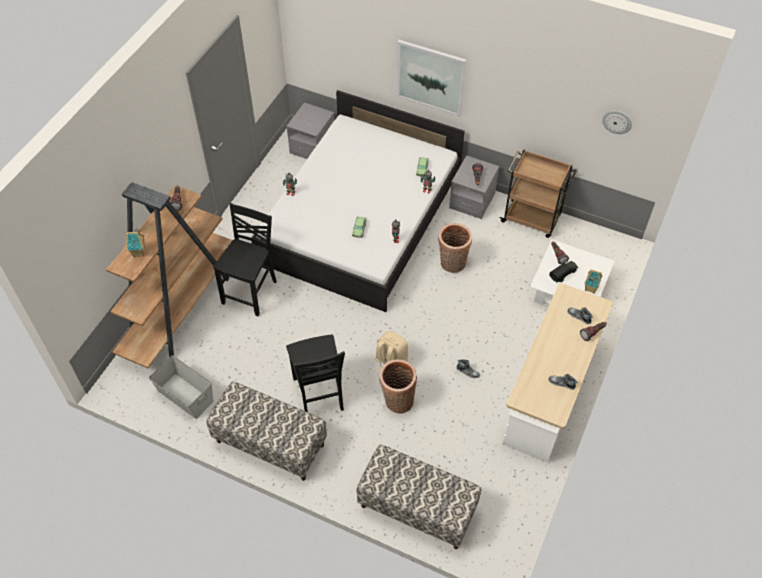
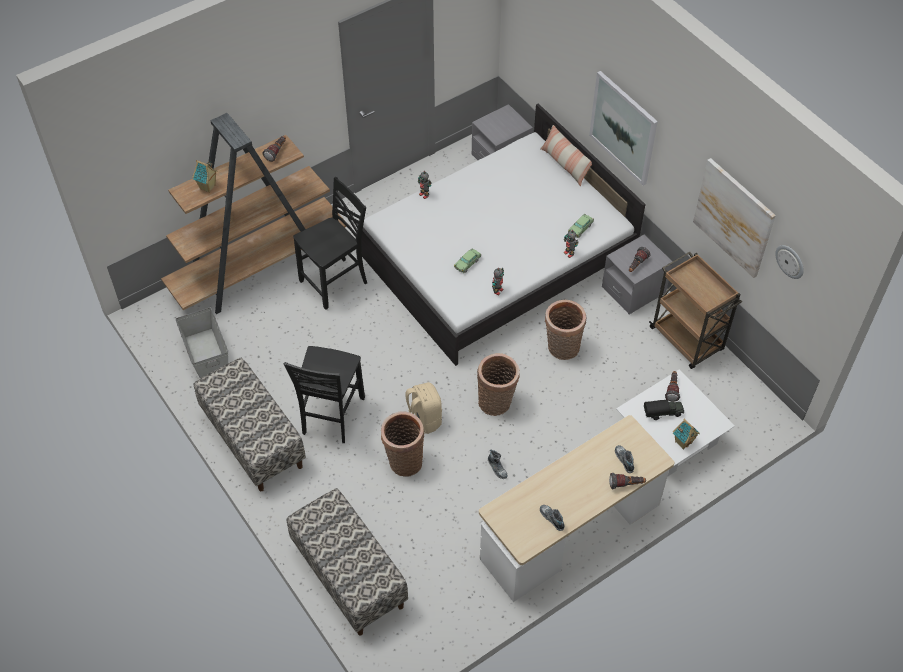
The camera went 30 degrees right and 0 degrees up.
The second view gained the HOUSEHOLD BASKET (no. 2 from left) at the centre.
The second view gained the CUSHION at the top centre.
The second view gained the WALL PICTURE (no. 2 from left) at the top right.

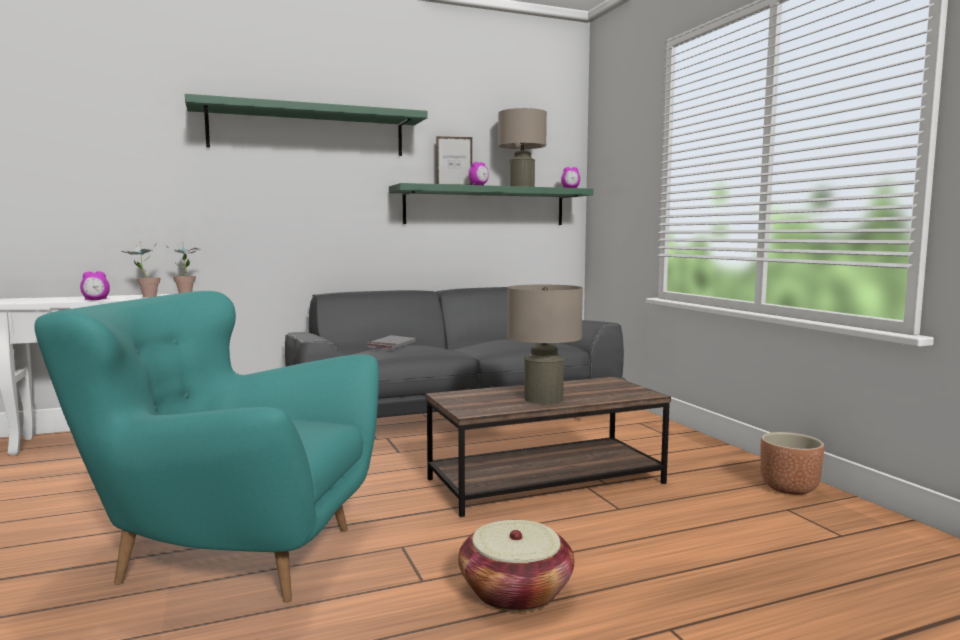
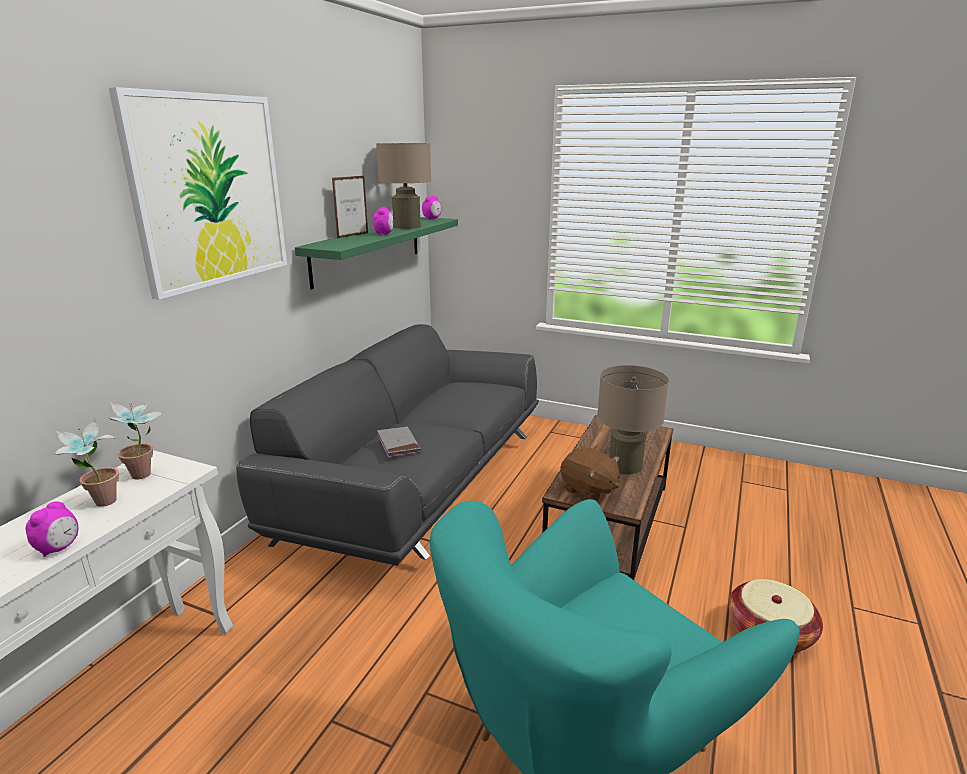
The camera went 45 degrees left and 15 degrees up.
Where the GREEN-COLOURED SHELF (no. 1 from left) hung at the top left, the WALL PICTURE came to hang at the top left.
The second view gained the BROWN-COLOURED PLUSH TOY at the centre.
The second view lost the BROWN-COLOURED PLANTER at the bottom right.

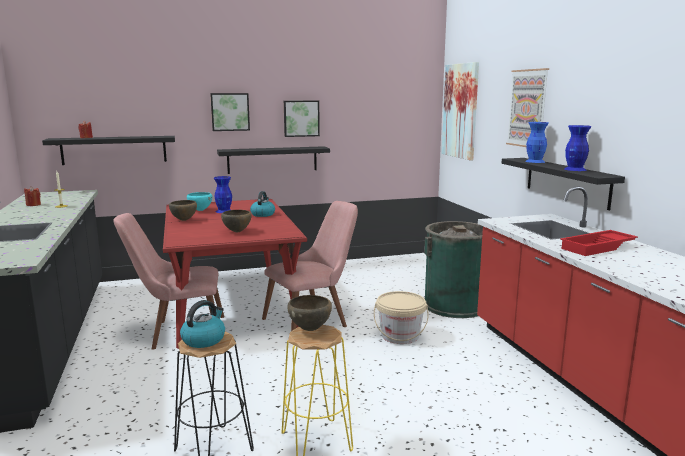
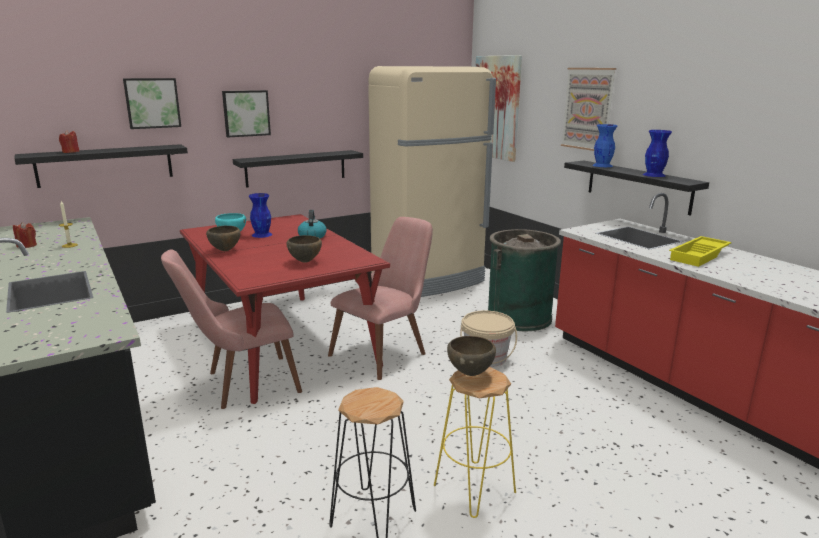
The camera went 15 degrees left and 5 degrees up.
The WALL PICTURE (no. 2 from left in the first image) ended up elsewhere, having gone from the top centre to the top left.
The second view gained the BEIGE KITCHEN FRIDGE at the centre.
What was the RED SERVING TRAY at the middle right turned into the YELLOWISH SERVING TRAY at the middle right.
The second view lost the KETTLE (no. 1 from left) at the bottom left.

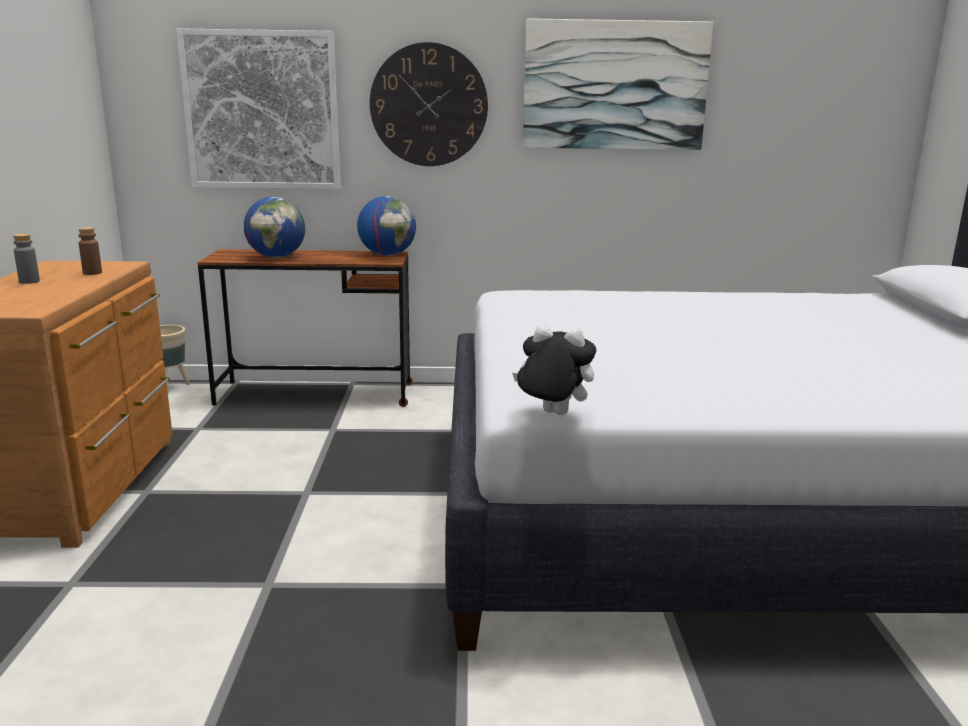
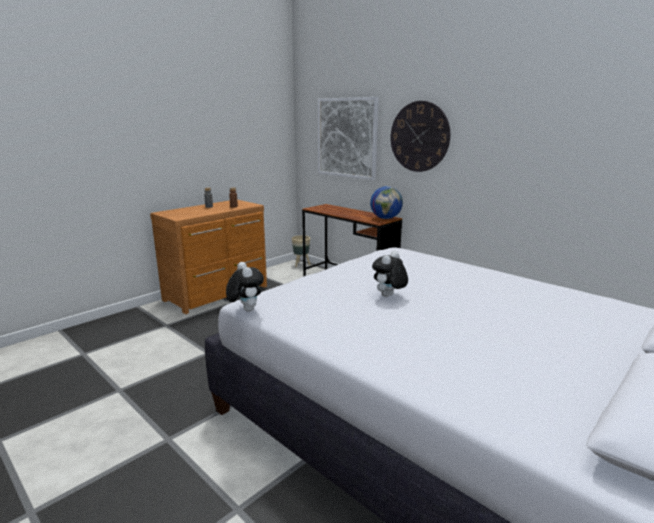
The camera went 45 degrees right and 0 degrees up.
The second view gained the PLUSH TOY (no. 2 from left) at the centre.
The second view lost the DESK GLOBE (no. 1 from left) at the top left.
The second view lost the WALL PICTURE (no. 2 from left) at the top centre.

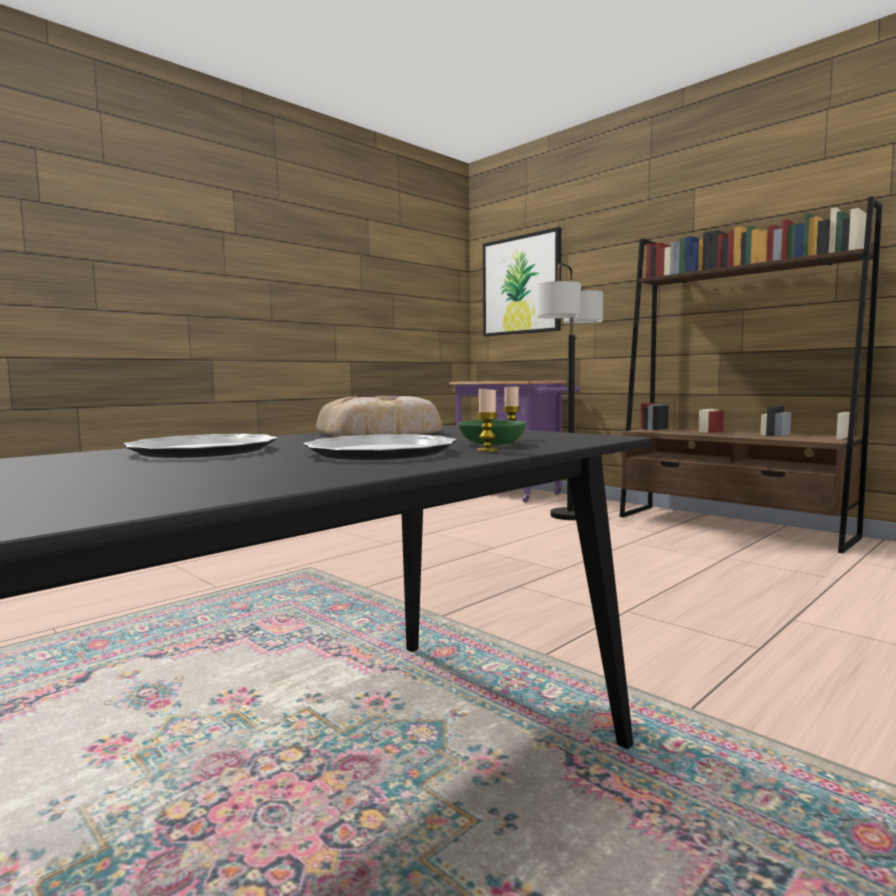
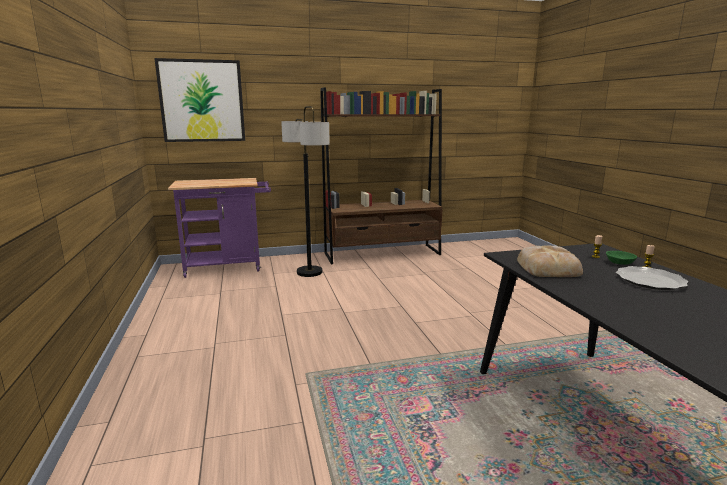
The camera went 60 degrees left and 10 degrees up.
The second view lost the PLATE (no. 1 from left) at the middle left.

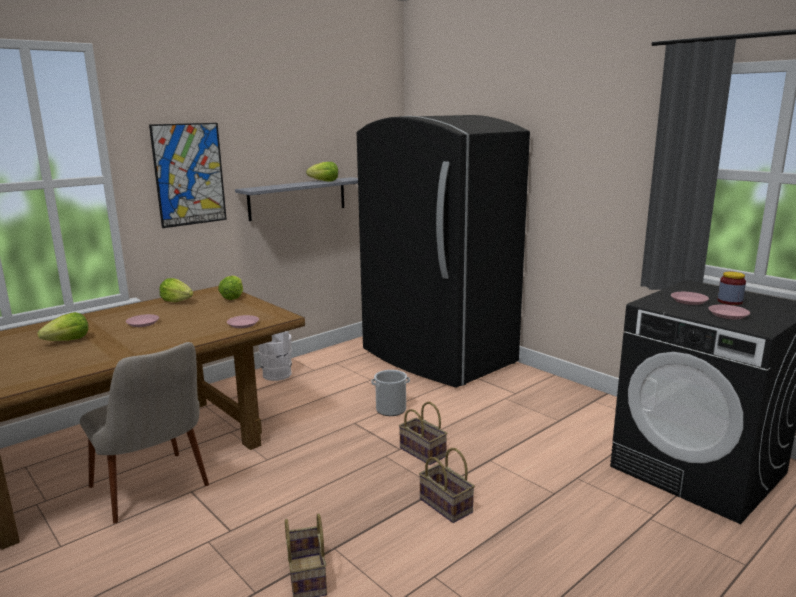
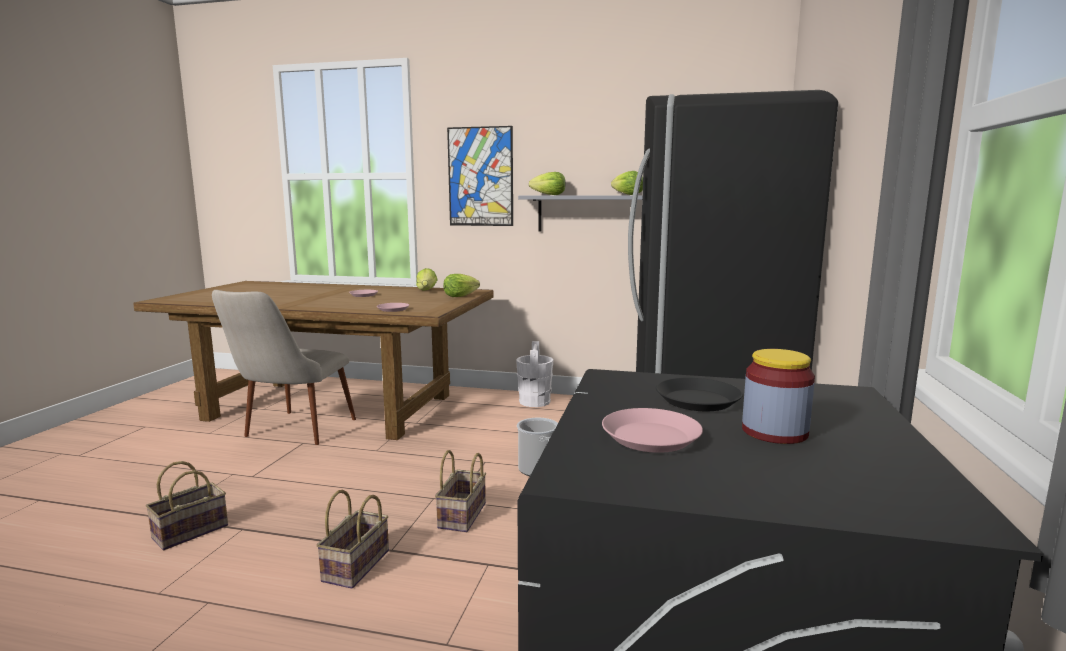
The camera went 55 degrees right and 5 degrees down.
The HEAD OF LETTUCE (no. 1 from left in the first image) ended up elsewhere, having gone from the middle left to the top centre.
What was the PINK-COLOURED PLATE (no. 3 from left) at the middle right turned into the BLACK-COLOURED PLATE at the centre.

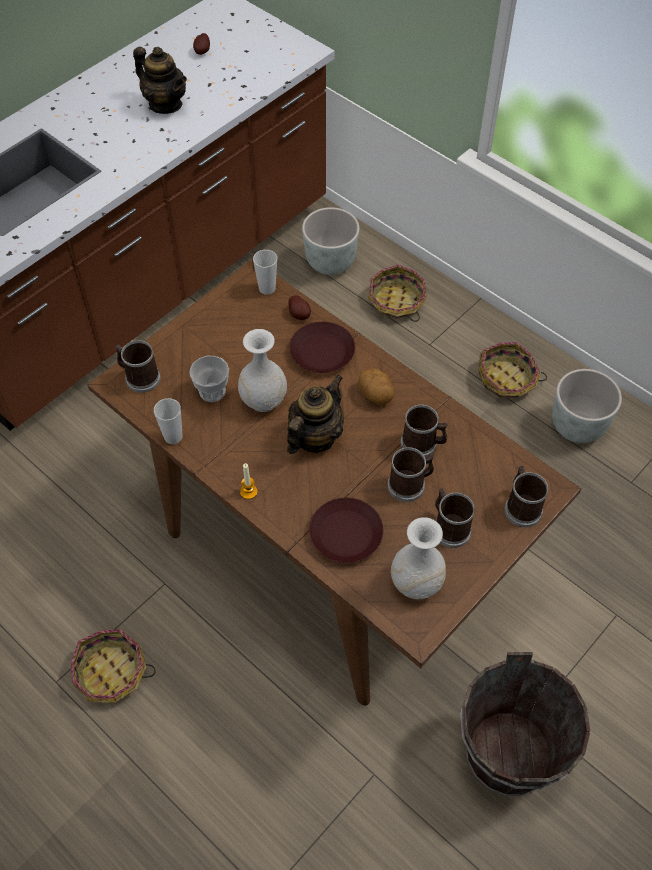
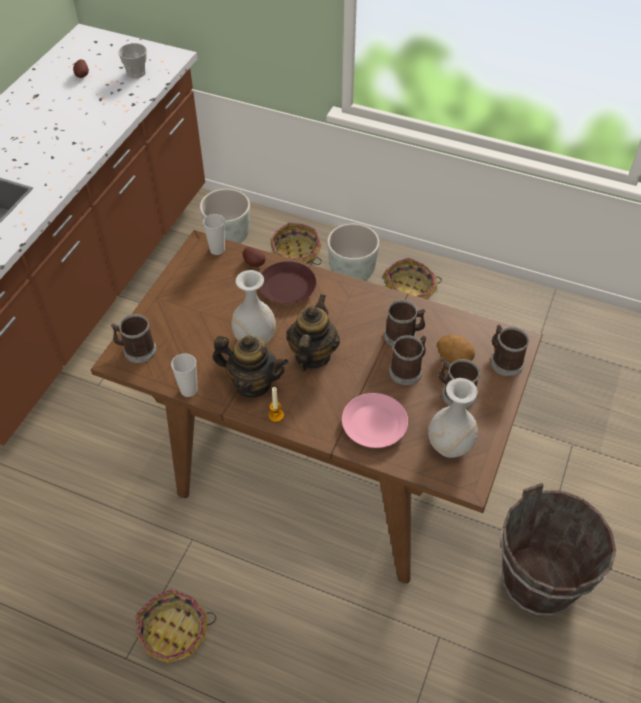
The camera went 20 degrees left and 5 degrees down.
The SMALL CUP (no. 2 from left in the first image) ended up elsewhere, having gone from the middle left to the top left.
The TEAPOT (no. 1 from left) ended up elsewhere, having gone from the top left to the centre.
The GREY PLANTER (no. 2 from left) ended up elsewhere, having gone from the middle right to the centre.
What was the BROWN-COLOURED PLATE (no. 2 from left) at the centre turned into the PINK-COLOURED PLATE at the centre.
The WHOLE POTATO (no. 3 from left) ended up elsewhere, having gone from the centre to the middle right.

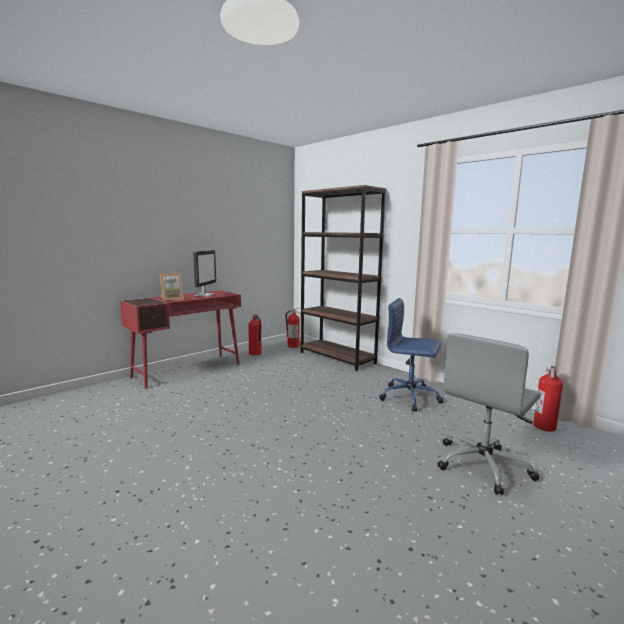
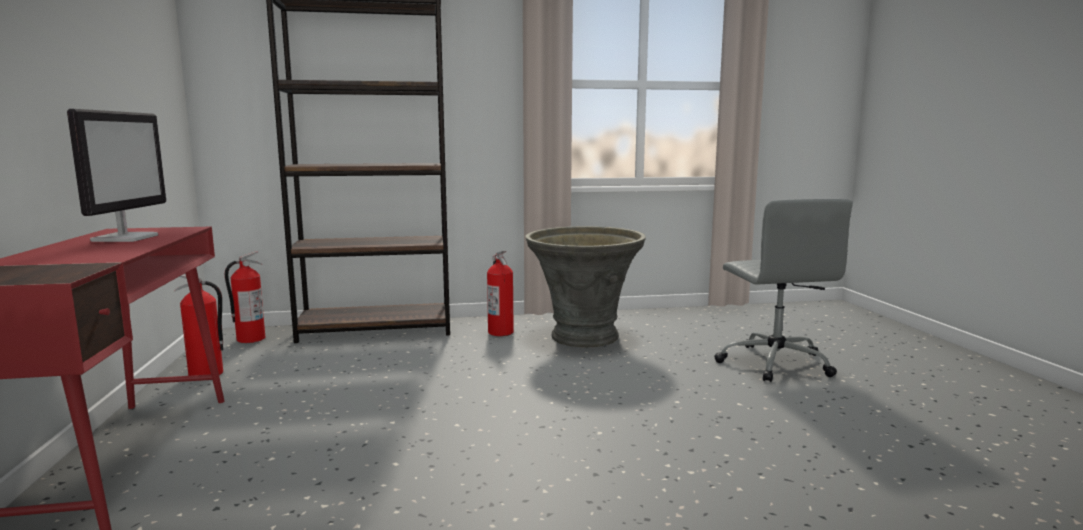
The camera went 55 degrees left and 0 degrees up.
The COMPUTER DISPLAY at the middle left ended up facing another way, 45 degrees clockwise from before.
The FIRE-FIGHTING CYLINDER (no. 3 from left) ended up elsewhere, having gone from the middle right to the centre.
Where the BLUISH COMPUTER CHAIR stood at the centre, the GREY PLANTER came to stand at the centre.
The second view lost the PHOTO FRAME at the middle left.

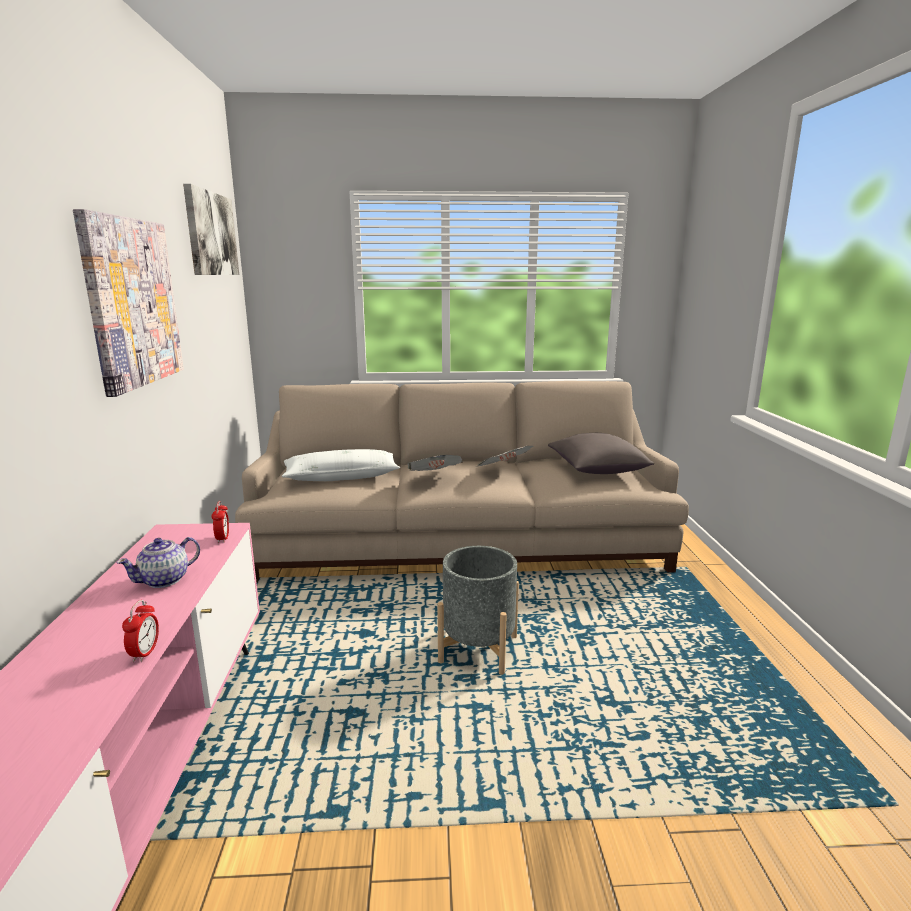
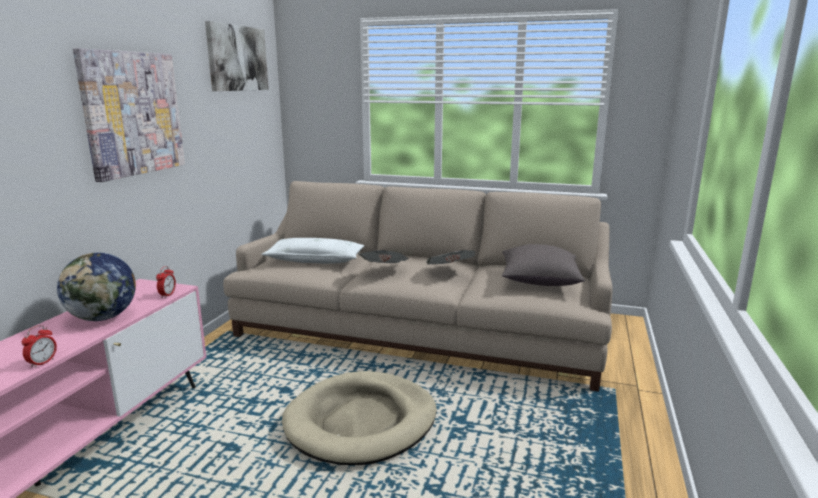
The camera went 20 degrees right and 0 degrees up.
Where the TEAPOT stood at the middle left, the DESK GLOBE came to stand at the middle left.
Where the GREY PLANTER stood at the bottom centre, the BEIGE DOG CUSHION came to stand at the bottom centre.

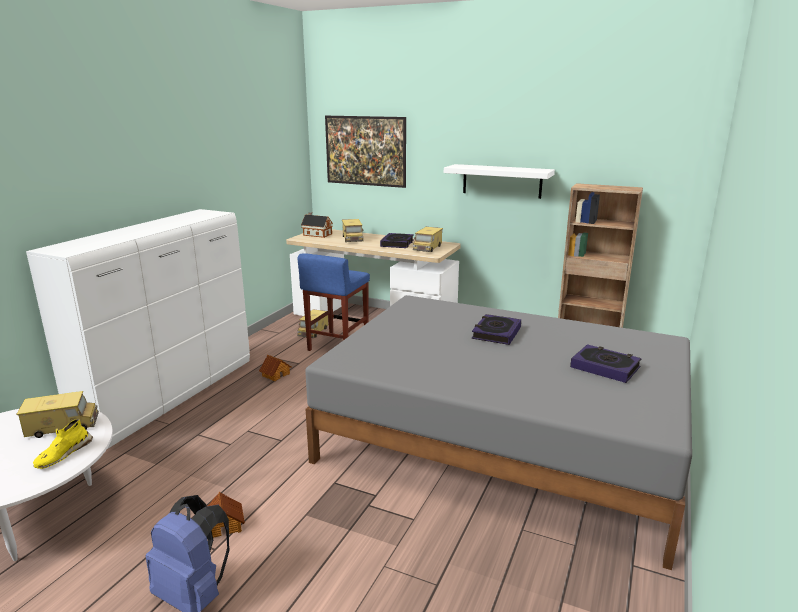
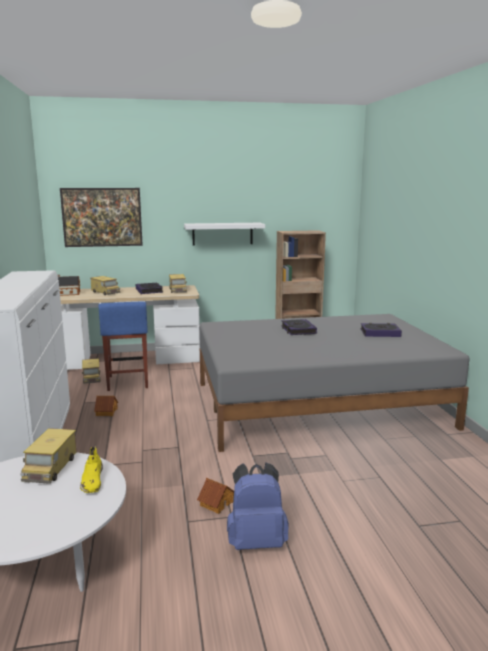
The camera went 35 degrees left and 5 degrees down.
The MODEL TRUCK (no. 1 from left) at the bottom left ended up facing another way, 150 degrees clockwise from before.

